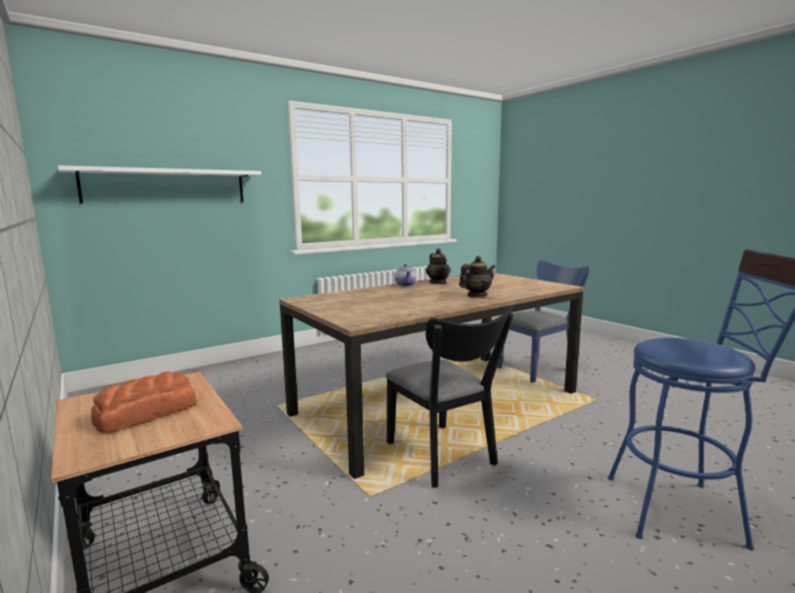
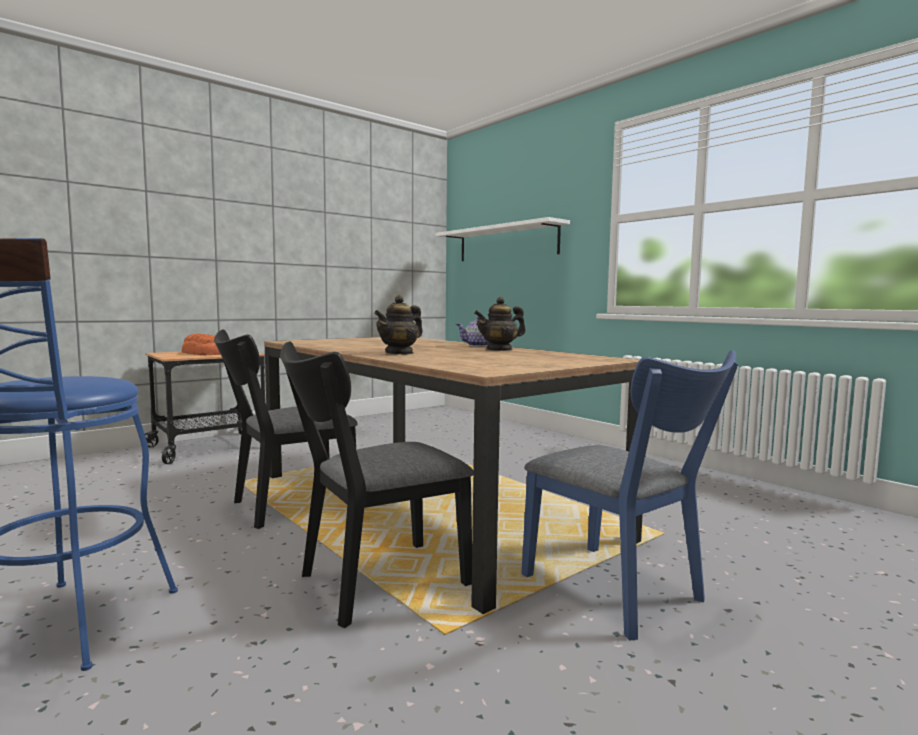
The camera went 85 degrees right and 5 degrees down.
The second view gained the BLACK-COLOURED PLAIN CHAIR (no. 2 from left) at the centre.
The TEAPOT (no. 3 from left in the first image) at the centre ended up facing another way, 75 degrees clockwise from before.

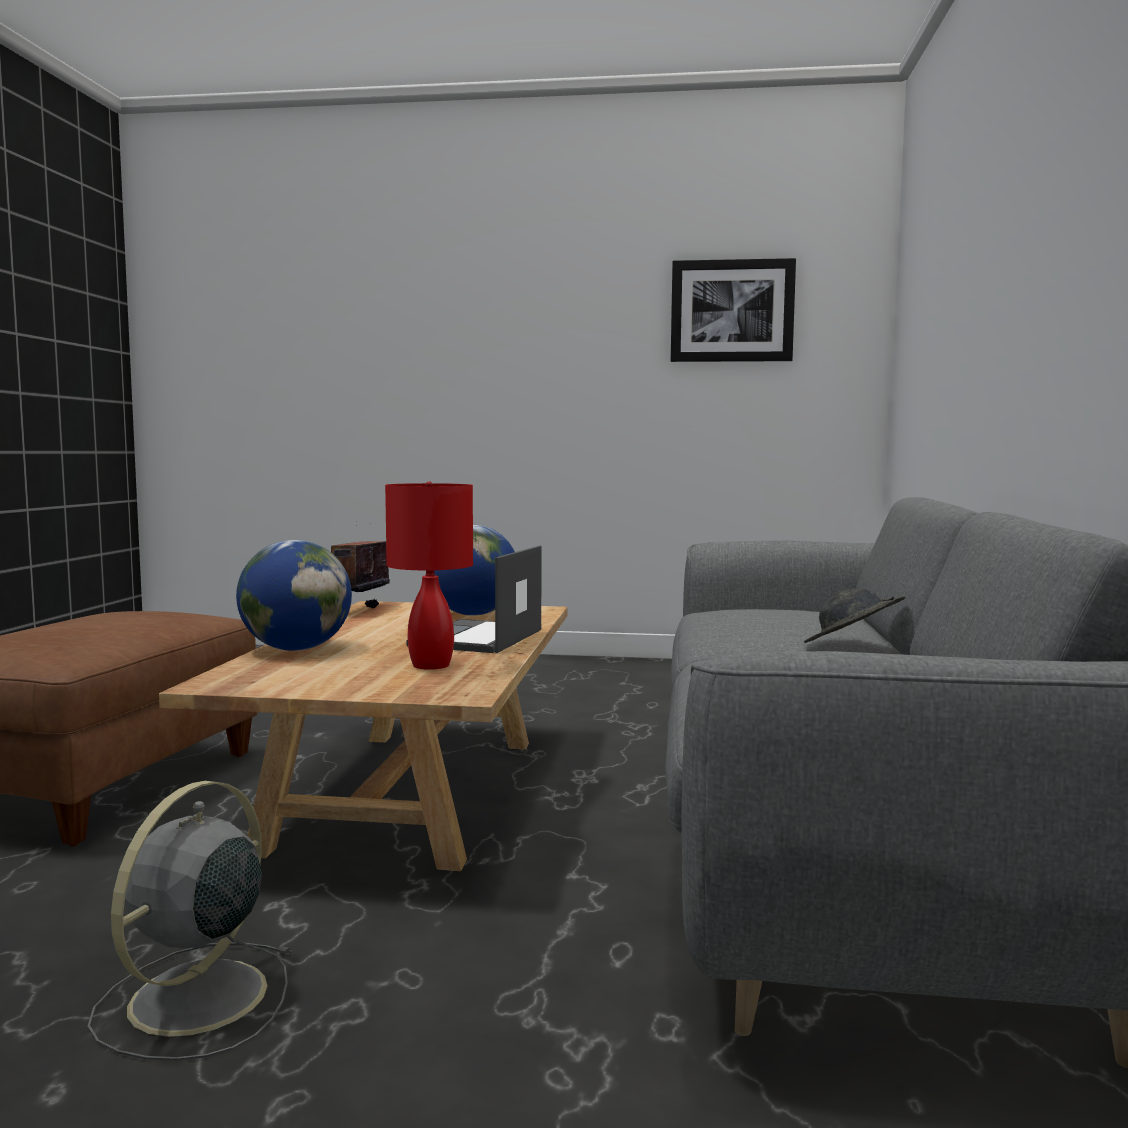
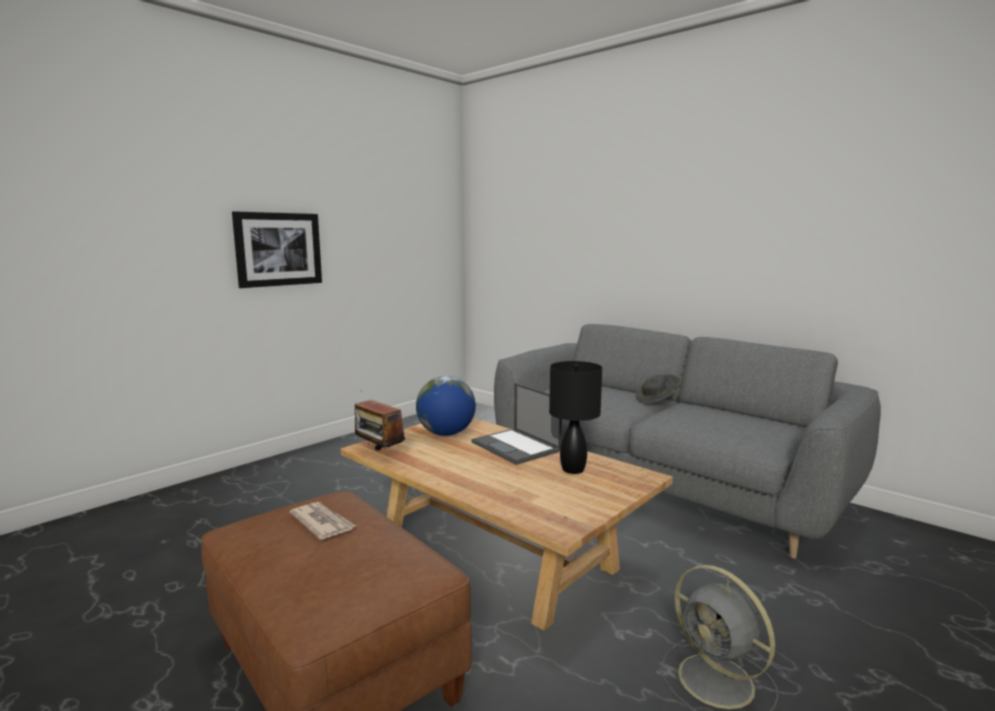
The camera went 55 degrees left and 5 degrees up.
The WALL PICTURE ended up elsewhere, having gone from the top centre to the middle left.
The second view gained the PRINTED PAPER at the bottom left.
What was the RED TABLE LAMP at the centre turned into the BLACK-COLOURED TABLE LAMP at the centre.
The second view lost the DESK GLOBE (no. 1 from left) at the middle left.

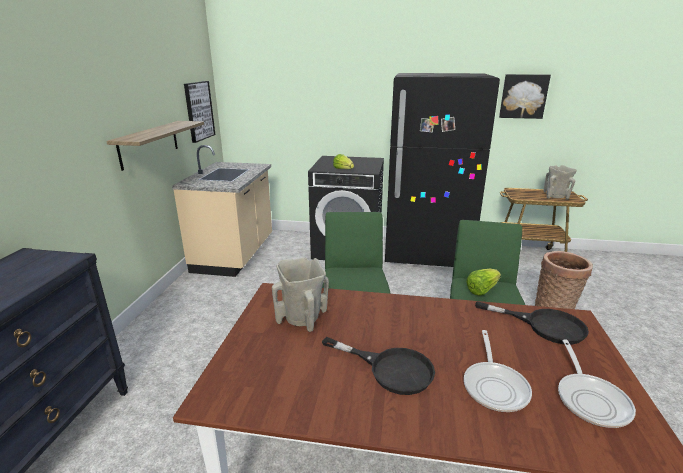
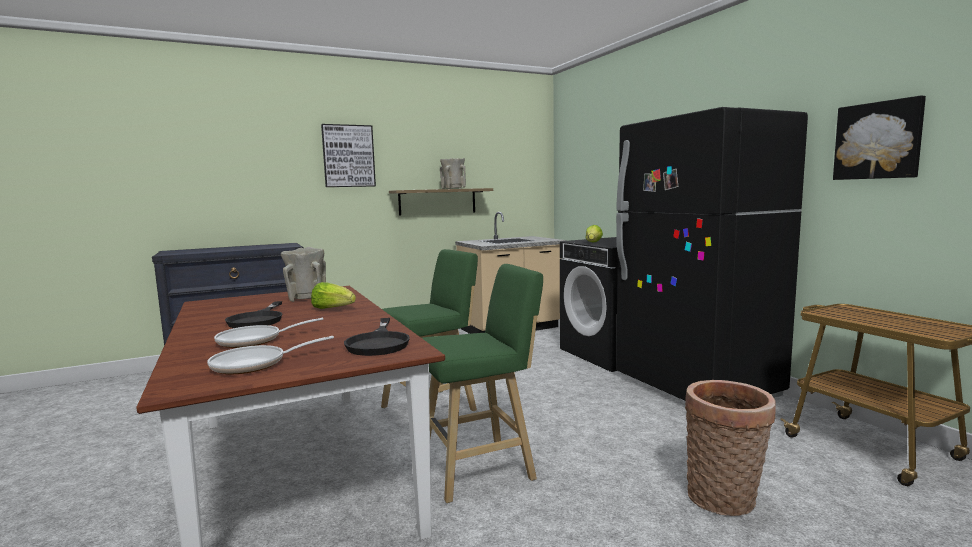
The camera went 55 degrees right and 15 degrees down.
The HEAD OF LETTUCE (no. 2 from left in the first image) ended up elsewhere, having gone from the middle right to the centre.
The WALL PICTURE (no. 1 from left) ended up elsewhere, having gone from the top left to the top centre.
The BEIGE VASE (no. 2 from left) ended up elsewhere, having gone from the middle right to the top centre.

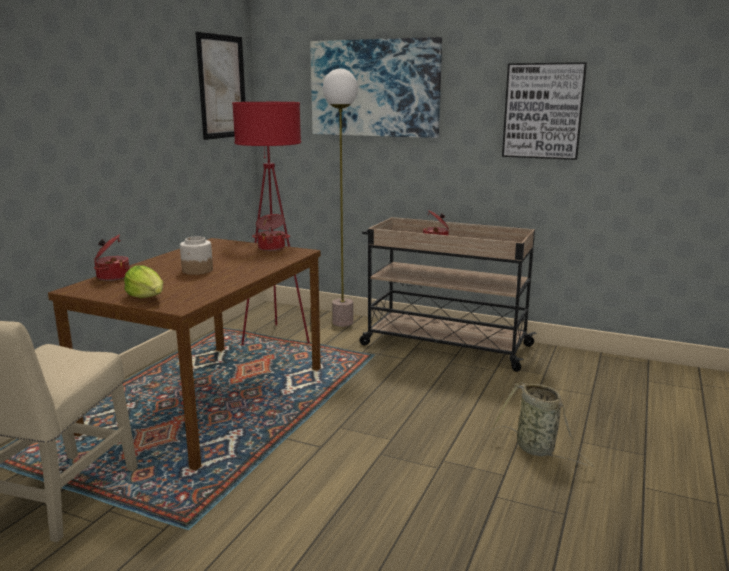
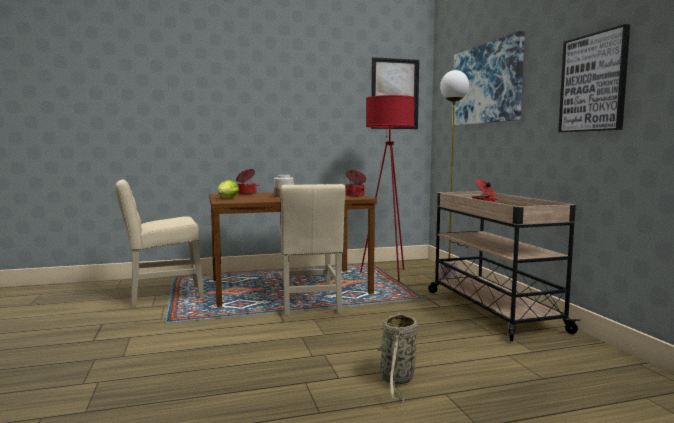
The camera went 50 degrees right and 10 degrees down.
The second view gained the BEIGE PLAIN CHAIR (no. 2 from left) at the centre.

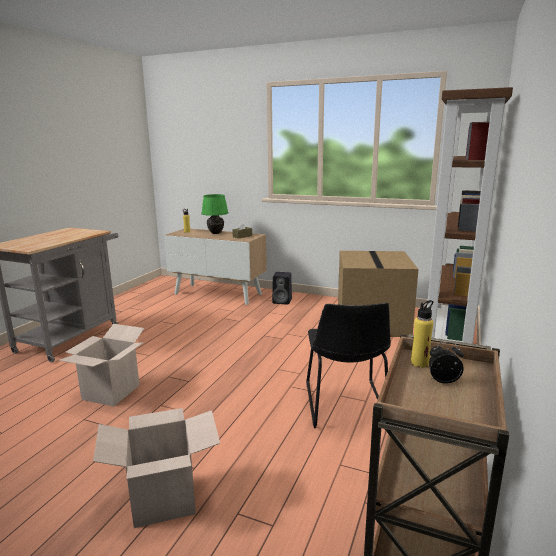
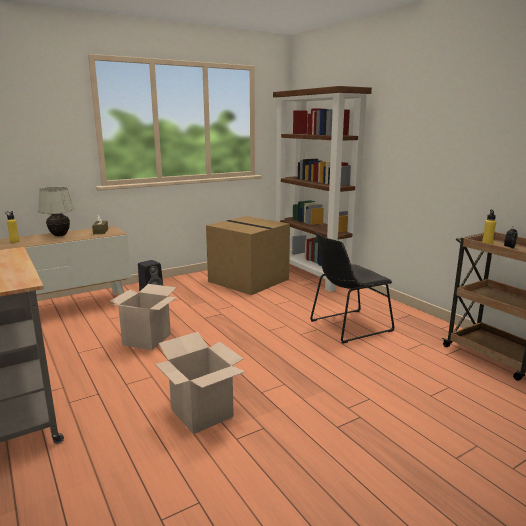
The camera went 55 degrees left and 0 degrees up.
What was the GREEN-COLOURED TABLE LAMP at the centre turned into the WHITE-COLOURED TABLE LAMP at the middle left.
The CARDBOARD BOX (no. 2 from left in the first image) ended up elsewhere, having gone from the bottom left to the middle left.
The BLACK-COLOURED PLAIN CHAIR at the centre ended up facing another way, 120 degrees clockwise from before.

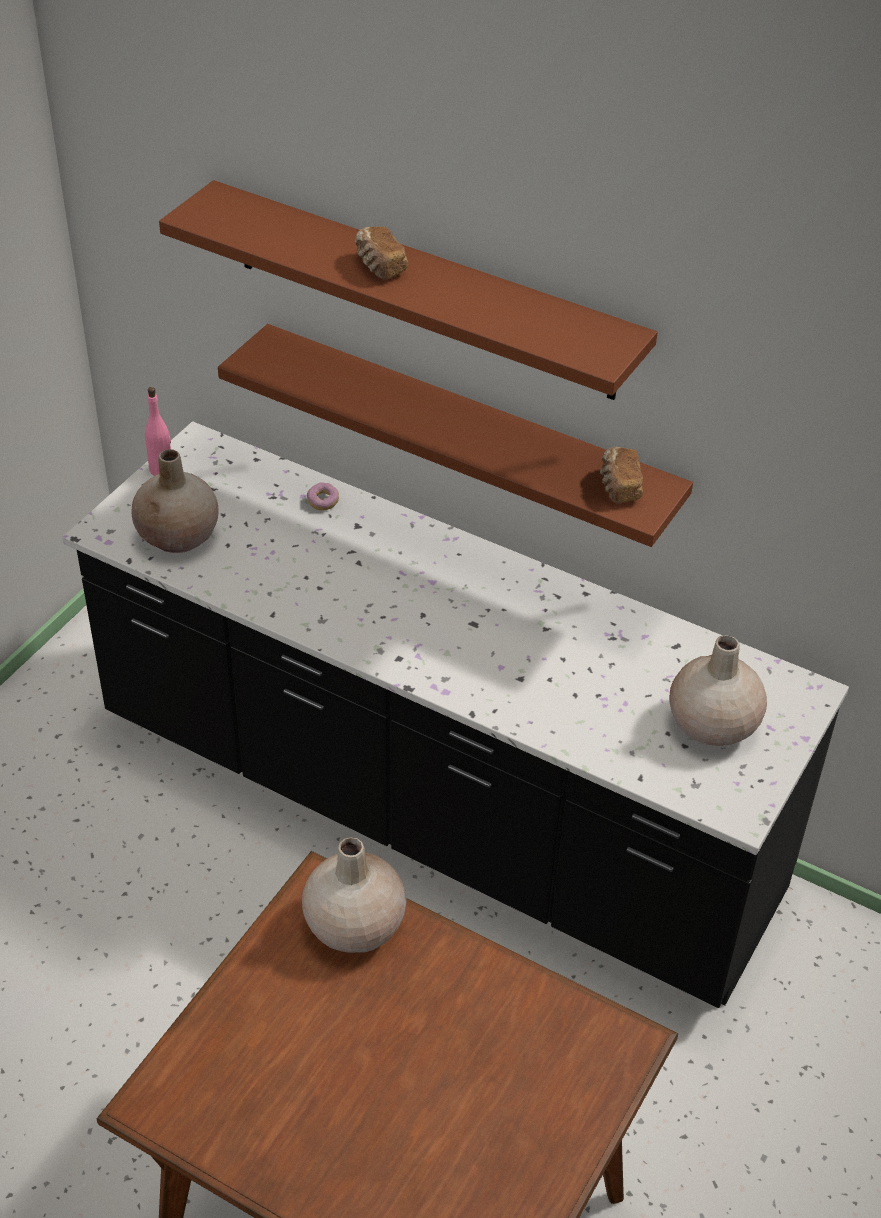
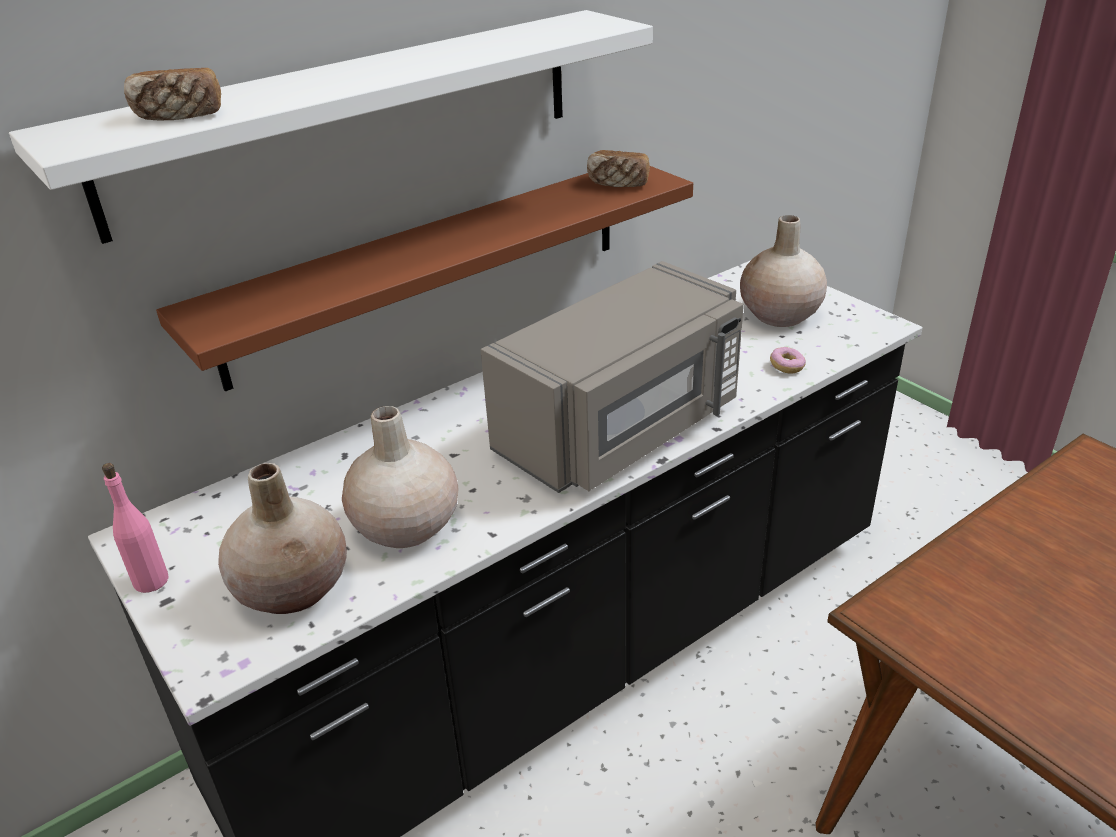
The camera went 65 degrees left and 10 degrees down.
What was the BROWN-COLOURED SHELF (no. 1 from left) at the top centre turned into the WHITE-COLOURED SHELF at the top left.
The BAKED BREAD (no. 1 from left) ended up elsewhere, having gone from the top centre to the top left.
The BEIGE VASE (no. 2 from left) ended up elsewhere, having gone from the bottom centre to the centre.
The second view gained the GREY MICROWAVE OVEN at the centre.
The DOUGHNUT ended up elsewhere, having gone from the centre to the middle right.

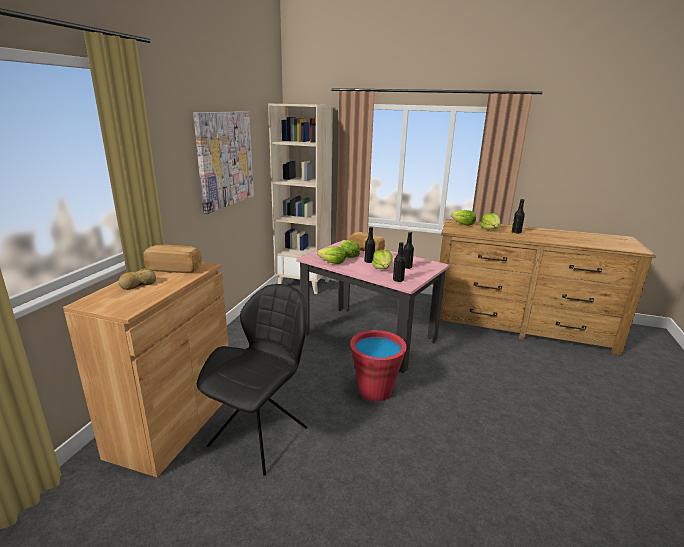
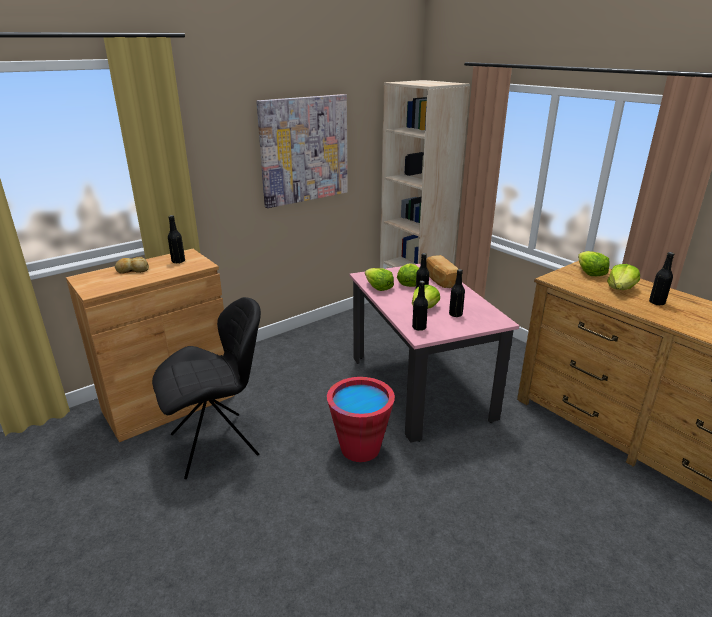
The camera went 35 degrees right and 5 degrees up.
Where the BAKED BREAD (no. 2 from left) stood at the middle left, the BLACK-COLOURED BOTTLE (no. 1 from left) came to stand at the middle left.

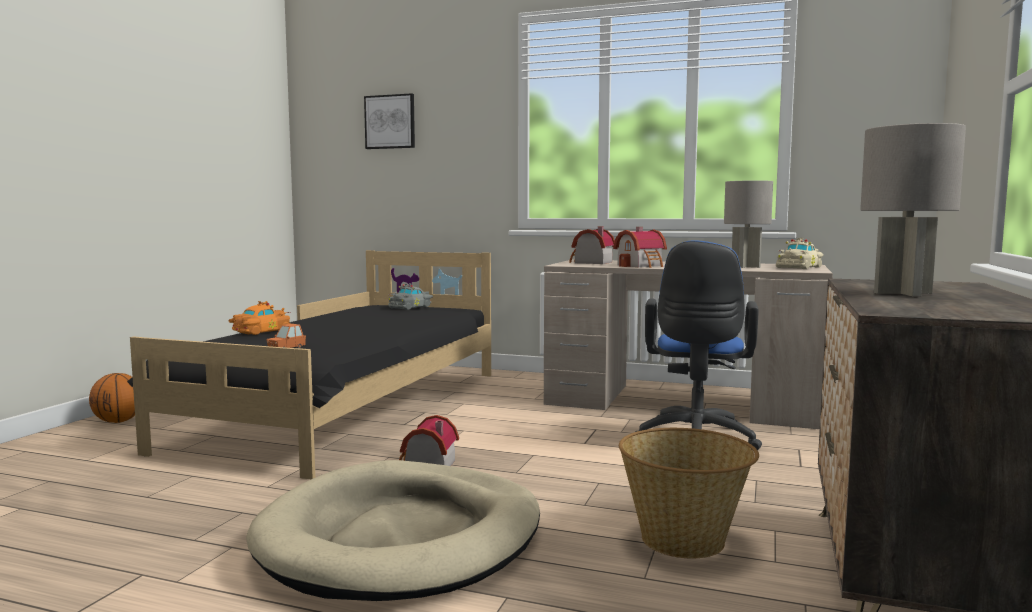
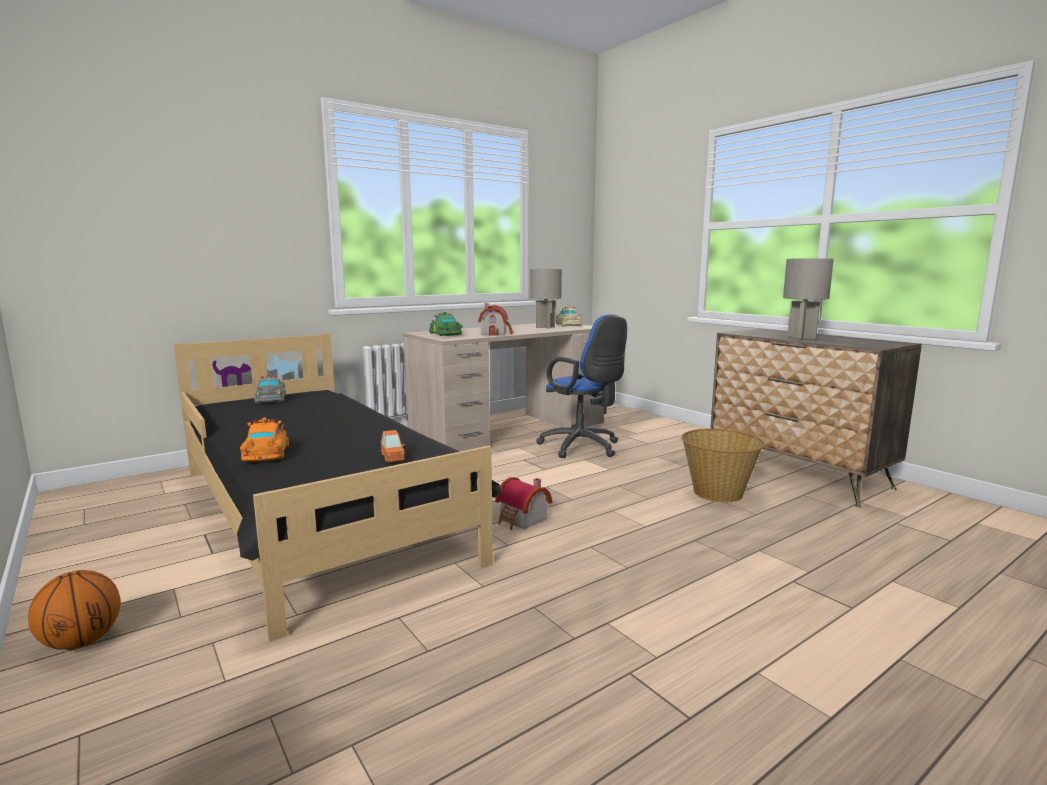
The camera went 55 degrees left and 5 degrees up.
Where the TOY HOUSE (no. 2 from left) stood at the centre, the GREEN-COLOURED MINIATURE CAR came to stand at the centre.
The second view lost the BEIGE DOG CUSHION at the bottom centre.
The second view lost the WALL PICTURE at the top centre.

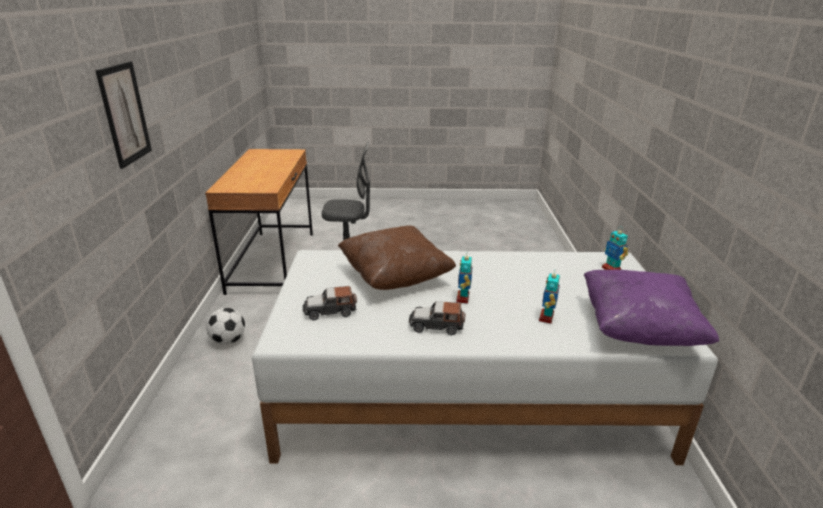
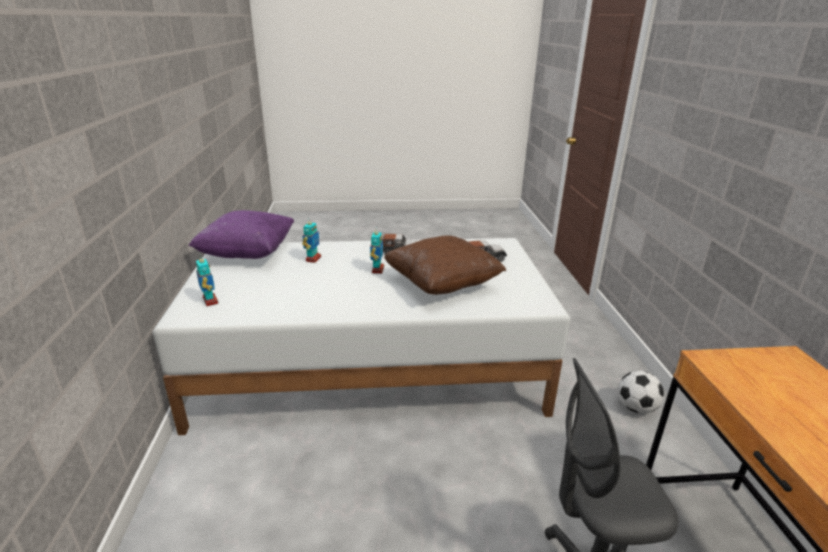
The camera went 175 degrees right and 0 degrees up.
The second view lost the WALL PICTURE at the top left.

